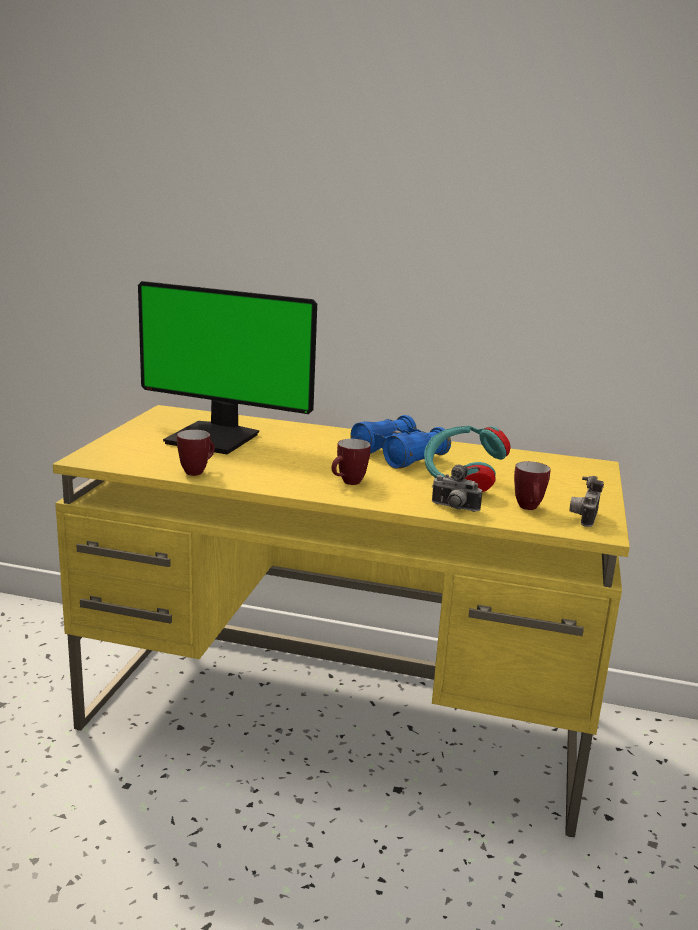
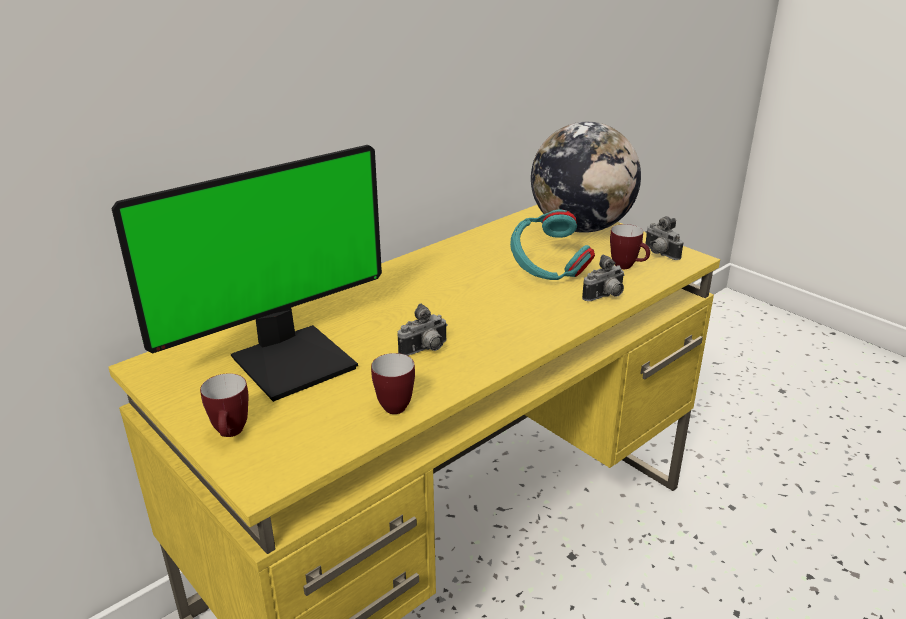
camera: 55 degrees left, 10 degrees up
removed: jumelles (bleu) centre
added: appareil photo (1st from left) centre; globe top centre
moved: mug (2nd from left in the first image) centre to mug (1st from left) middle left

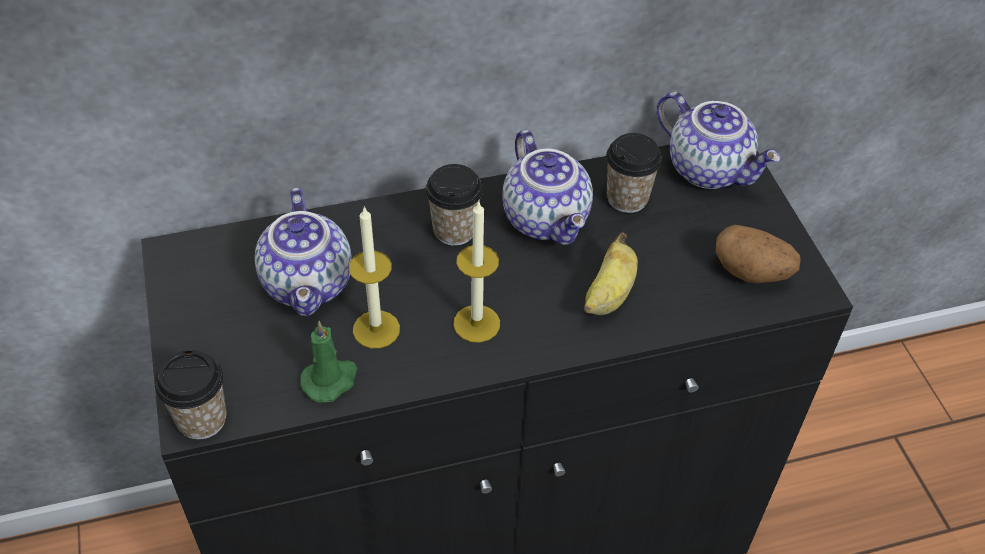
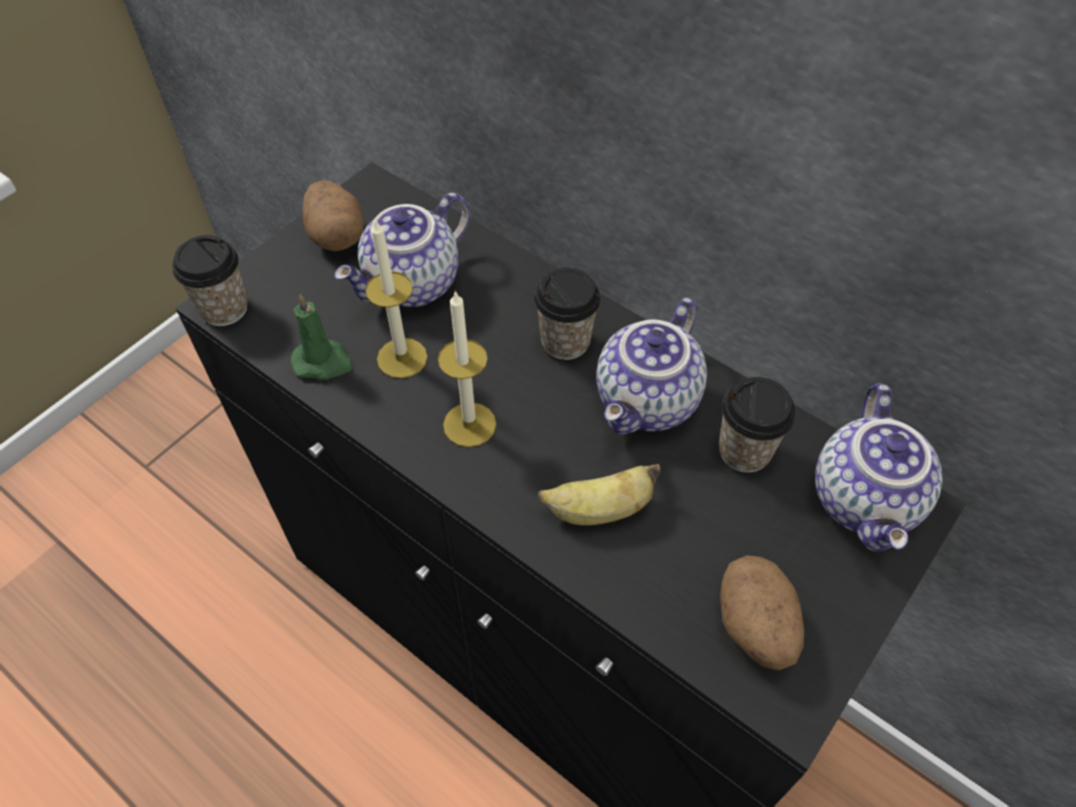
camera: 55 degrees right, 5 degrees up
added: pomme de terre (1st from left) top left

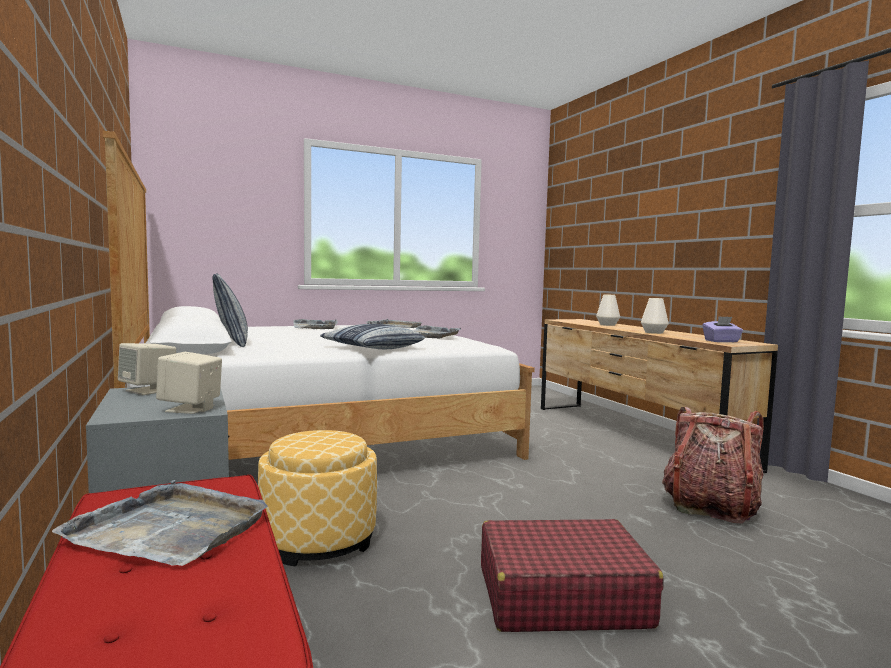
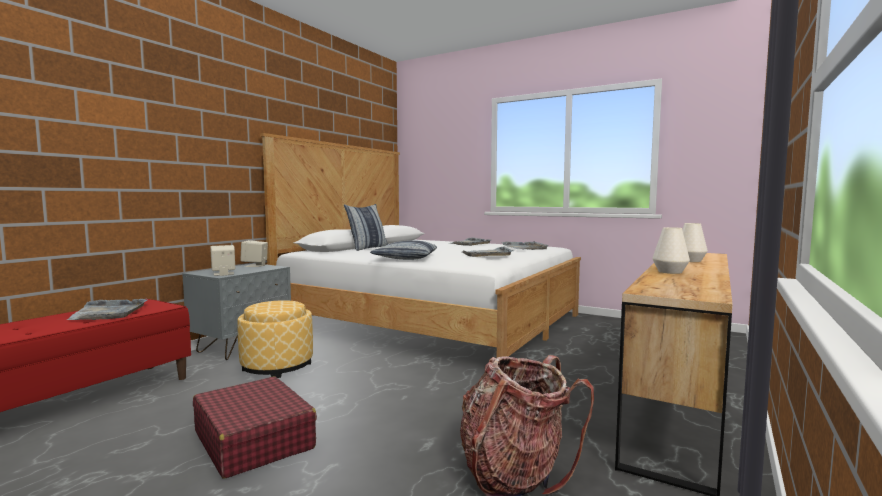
camera: 55 degrees right, 0 degrees up
removed: boîte à mouchoirs (violet) middle right

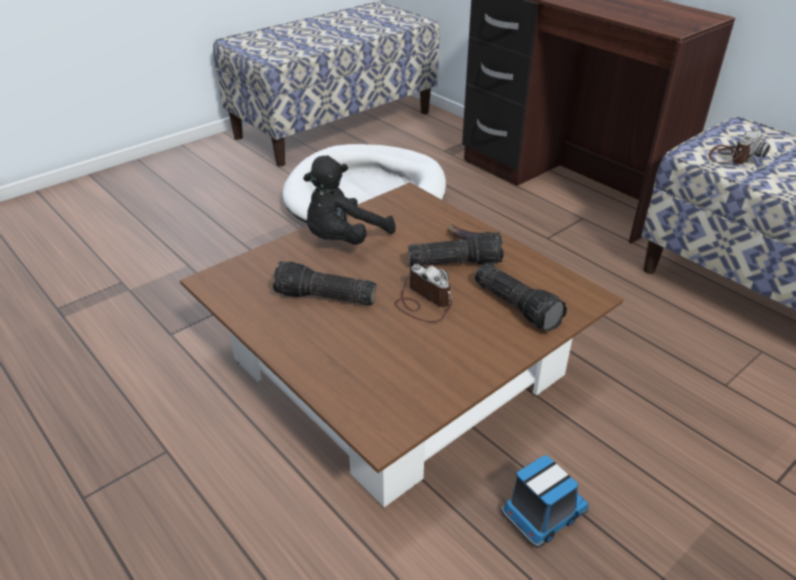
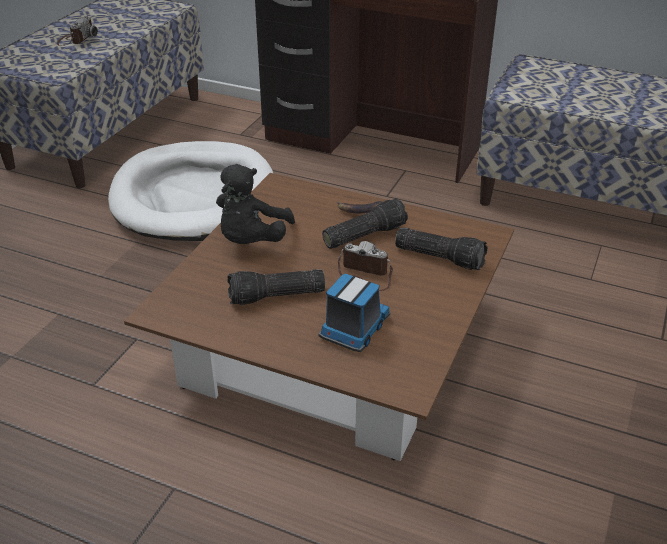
camera: 25 degrees left, 0 degrees up
moved: camion jouet bottom right to centre; appareil photo (2nd from left in the first image) top right to appareil photo (1st from left) top left

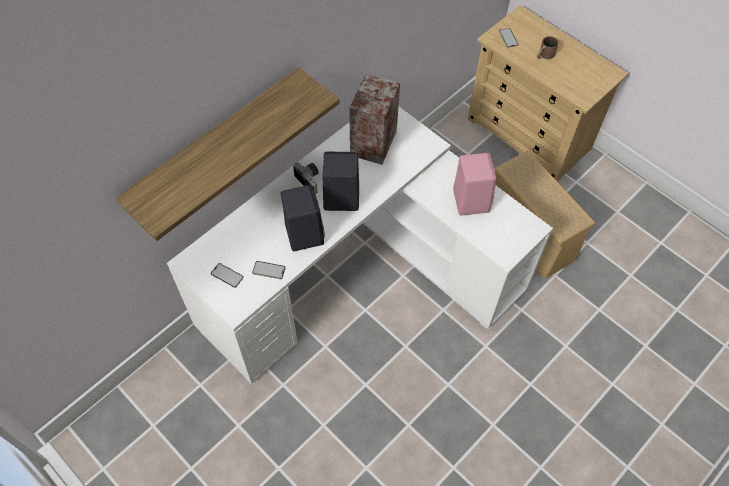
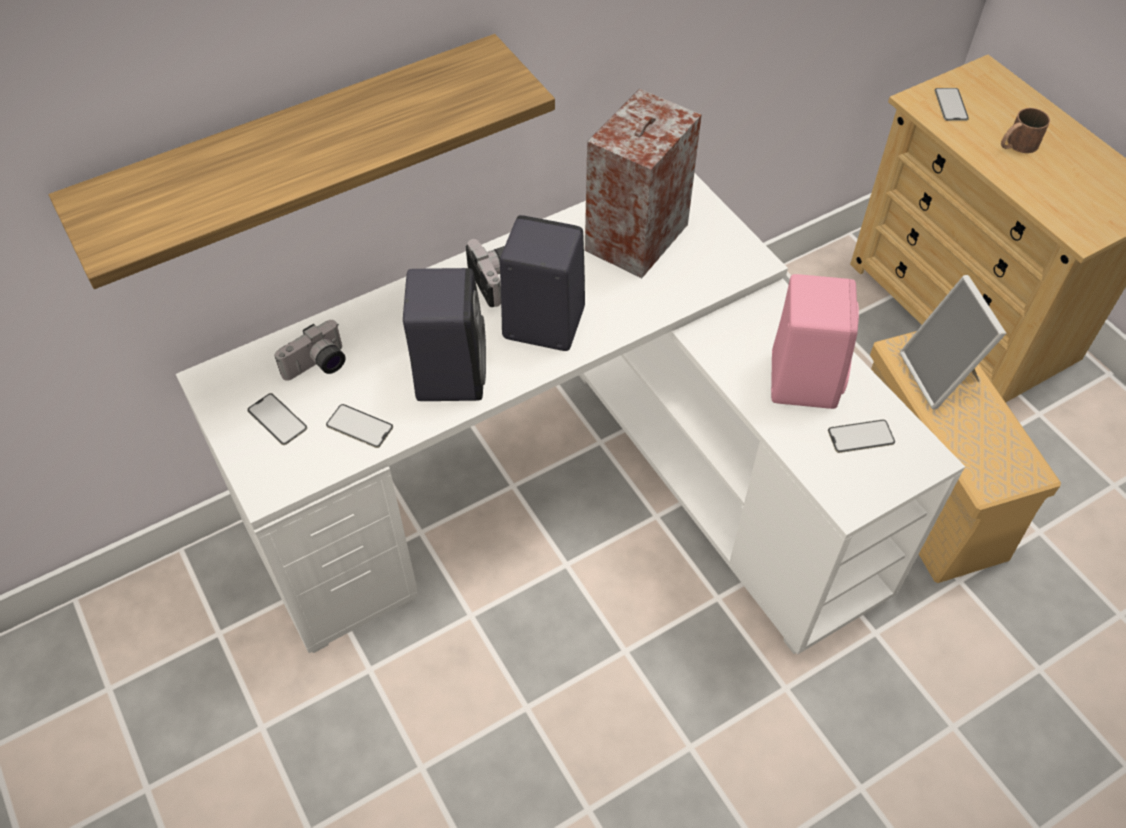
camera: 15 degrees right, 5 degrees down
added: appareil photo (1st from left) middle left; téléphone (3rd from left) middle right; cadre photo middle right

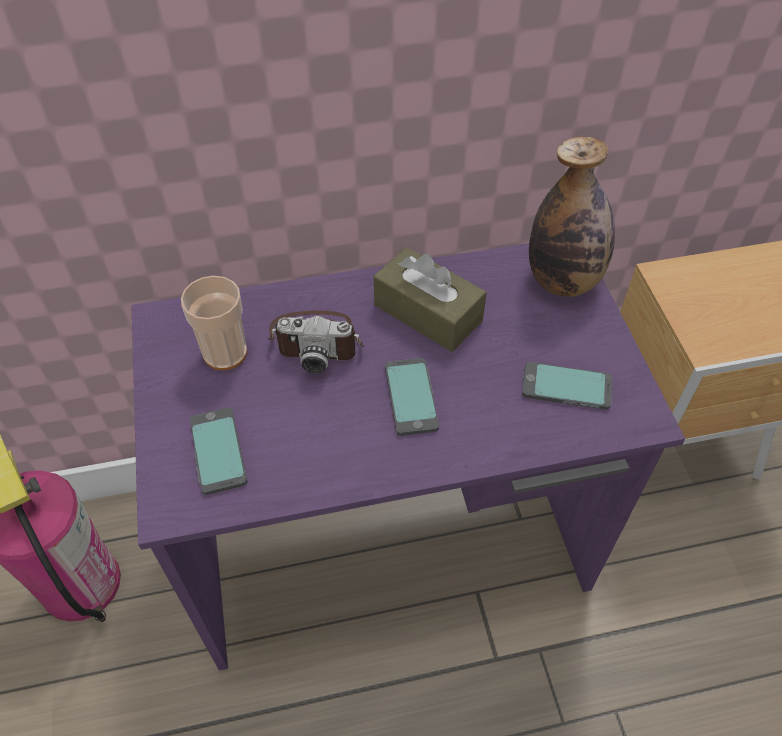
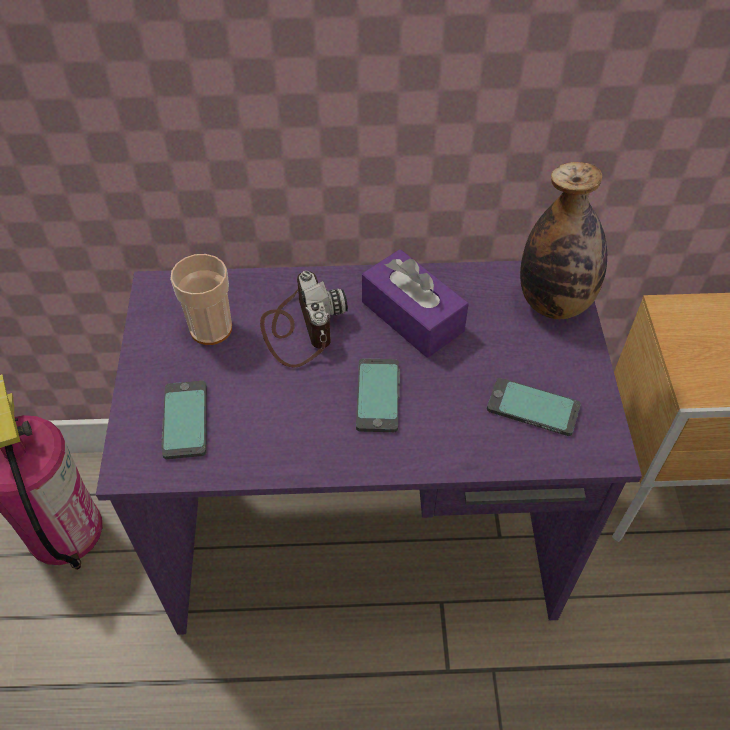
camera: 10 degrees right, 0 degrees up
recoloured: boîte à mouchoirs (marron) centre to boîte à mouchoirs (violet) centre
turned: appareil photo centre = centre 120 degrees counterclockwise

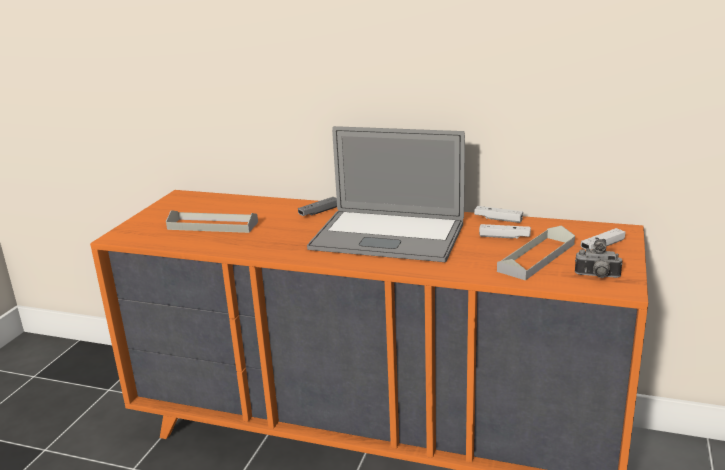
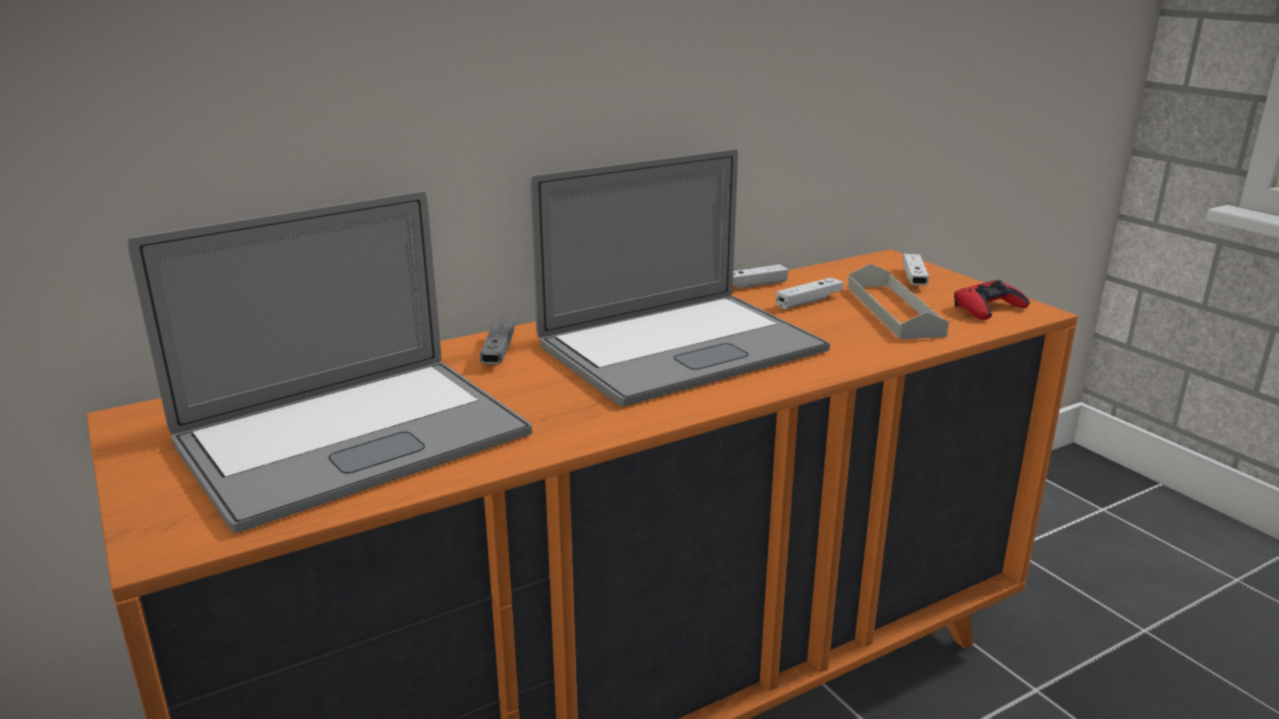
camera: 50 degrees left, 0 degrees up
replaced: plateau (gris) (1st from left) middle left to ordinateur portable (1st from left) middle left; appareil photo middle right to manette (rouge) middle right

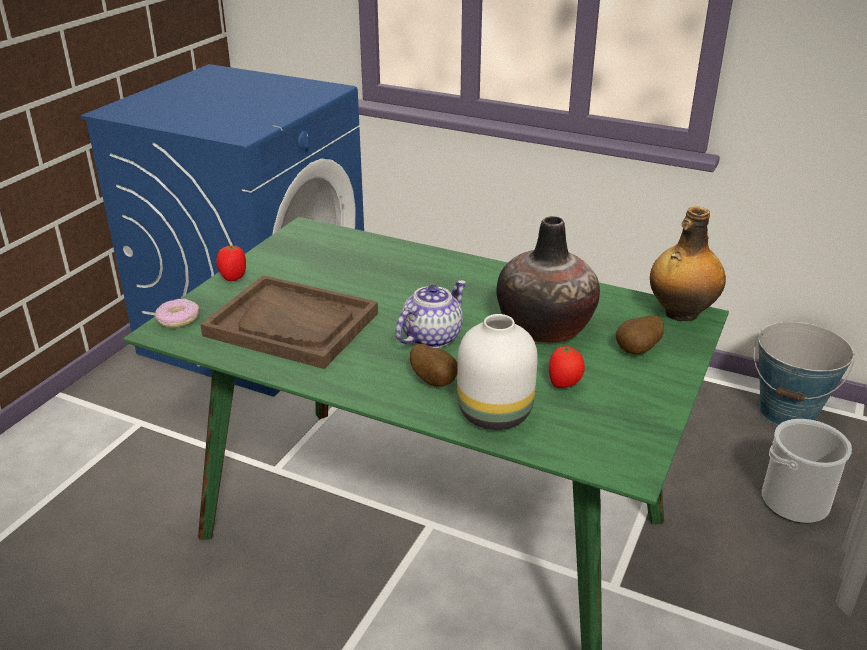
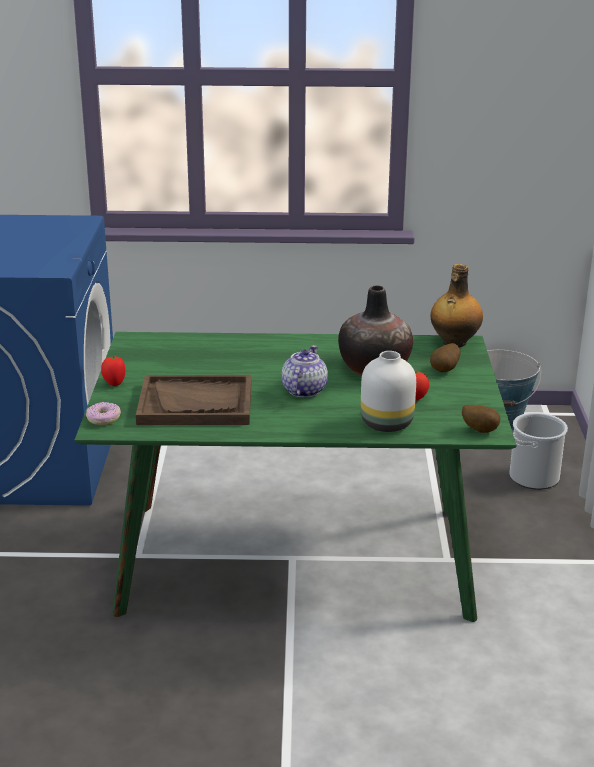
camera: 25 degrees left, 5 degrees down
moved: pomme de terre (1st from left in the first image) centre to pomme de terre (2nd from left) middle right

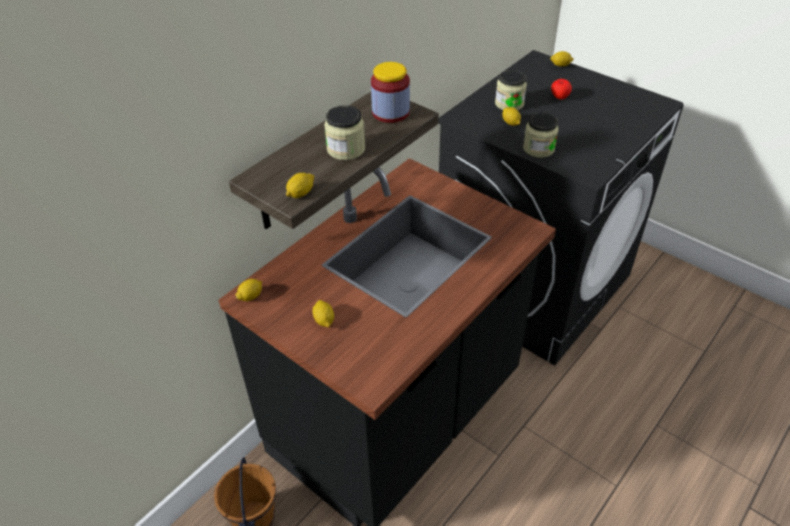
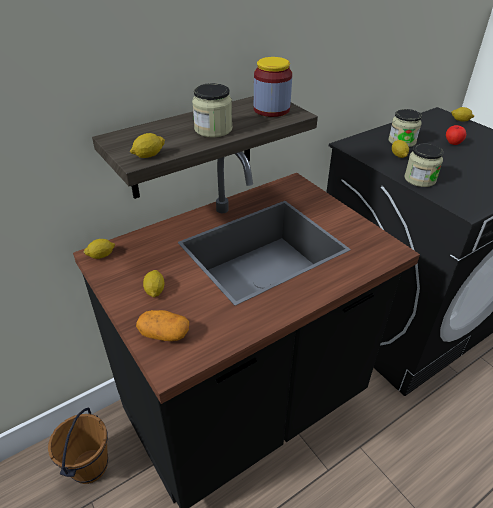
camera: 15 degrees right, 5 degrees down
added: pomme de terre middle left

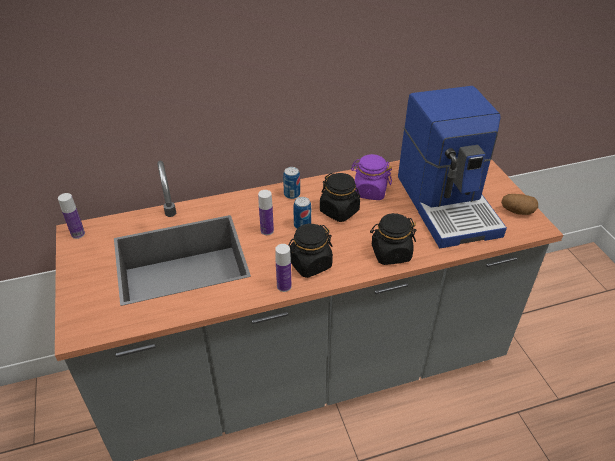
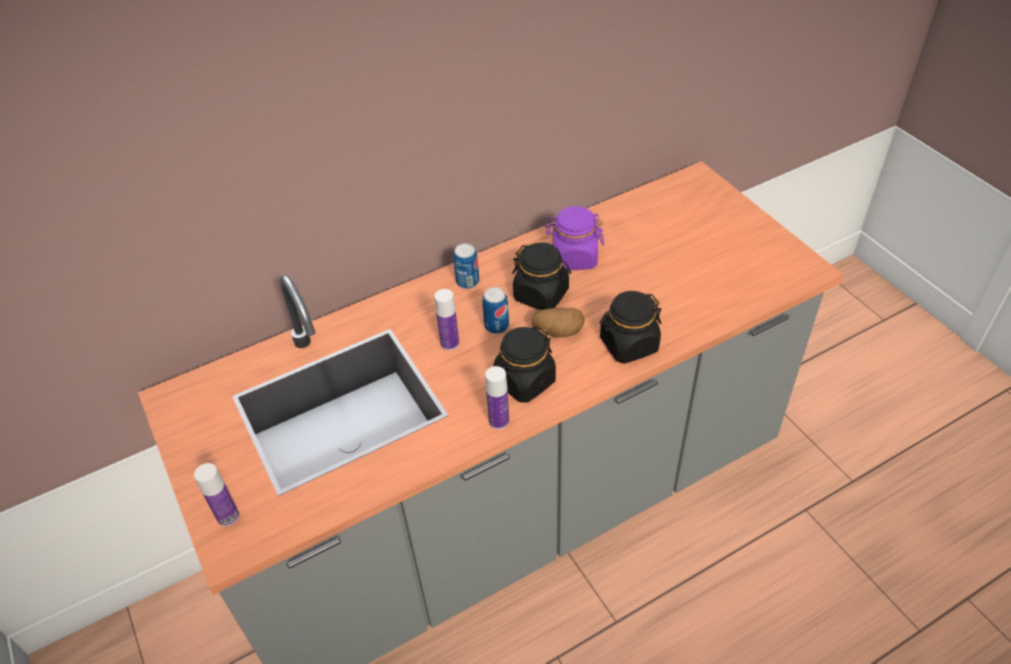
camera: 10 degrees left, 5 degrees up
removed: machine à café middle right
moved: bouteille (1st from left) middle left to bottom left; pomme de terre middle right to centre

